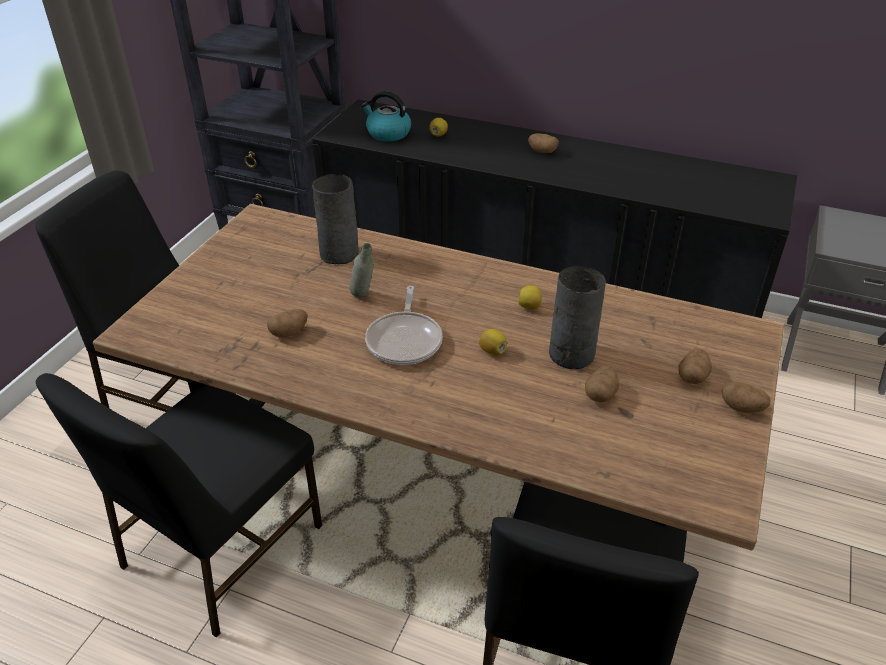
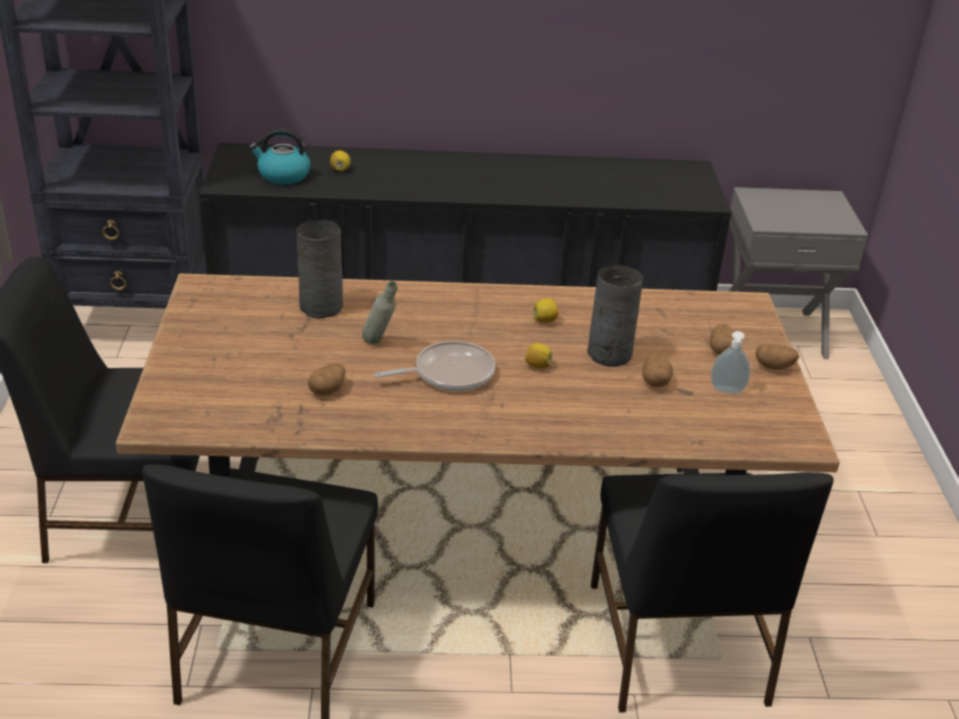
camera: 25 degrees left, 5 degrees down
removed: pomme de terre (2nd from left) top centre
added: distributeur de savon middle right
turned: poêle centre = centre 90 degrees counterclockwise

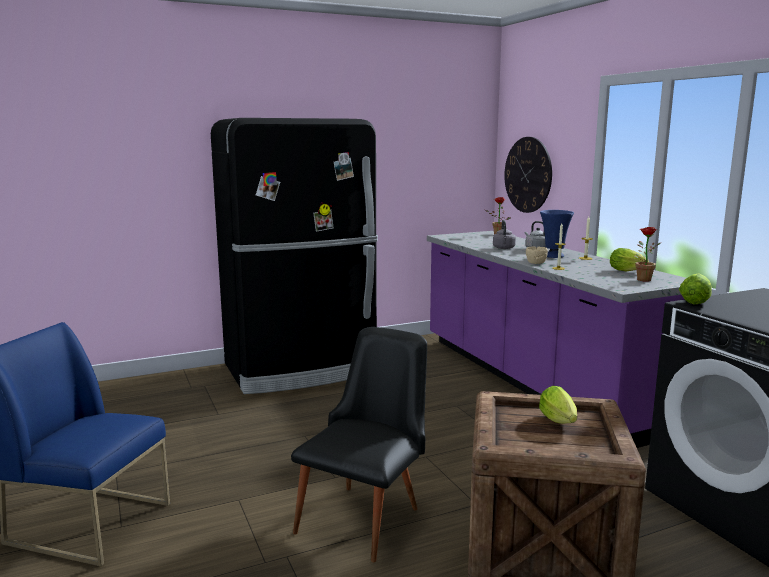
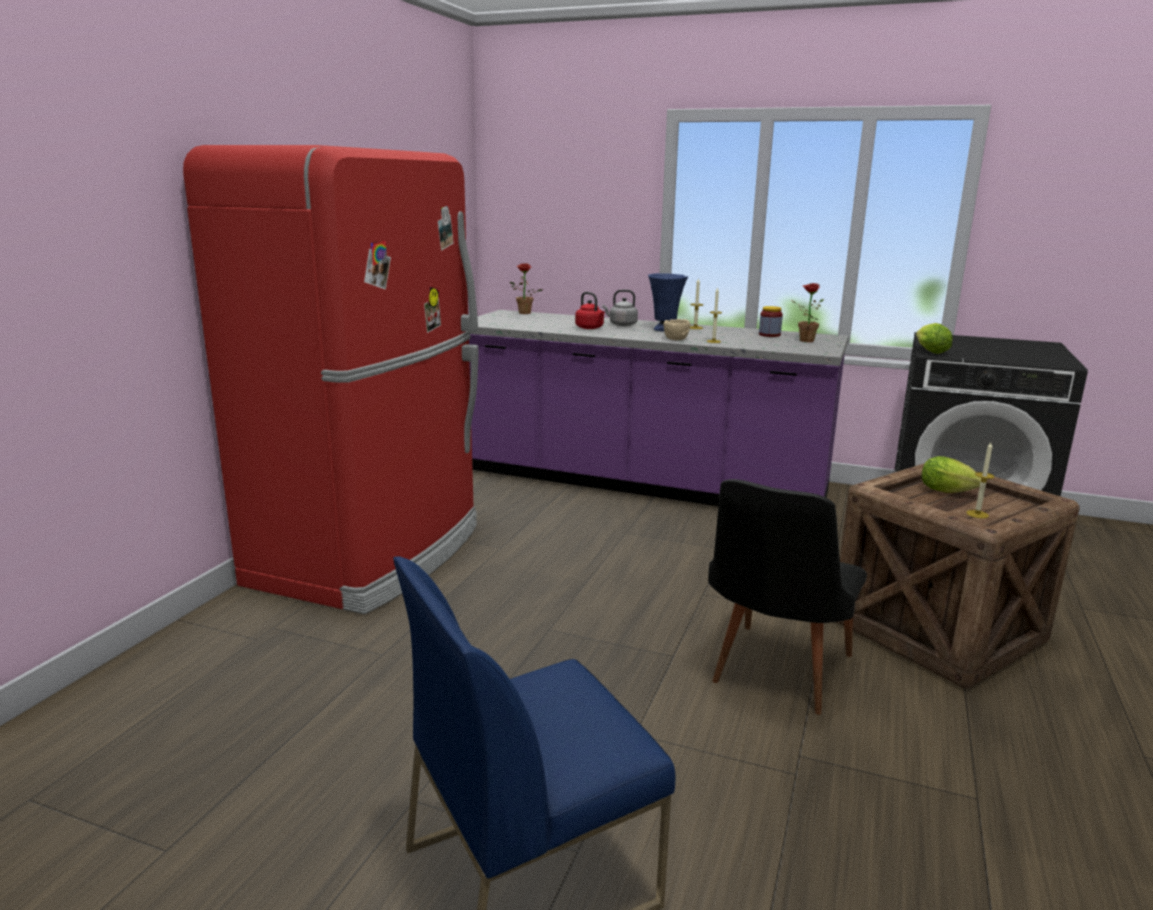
camera: 45 degrees left, 5 degrees up
removed: horloge murale top right
added: bougie (3rd from left) middle right
replaced: laitue (2nd from left) middle right to bocal middle right
recoloured: réfrigérateur (noir) centre to réfrigérateur (rouge) middle left; bouilloire (gris) (1st from left) centre to bouilloire (rouge) centre
turned: chaise (noir) bottom centre = middle right 135 degrees counterclockwise

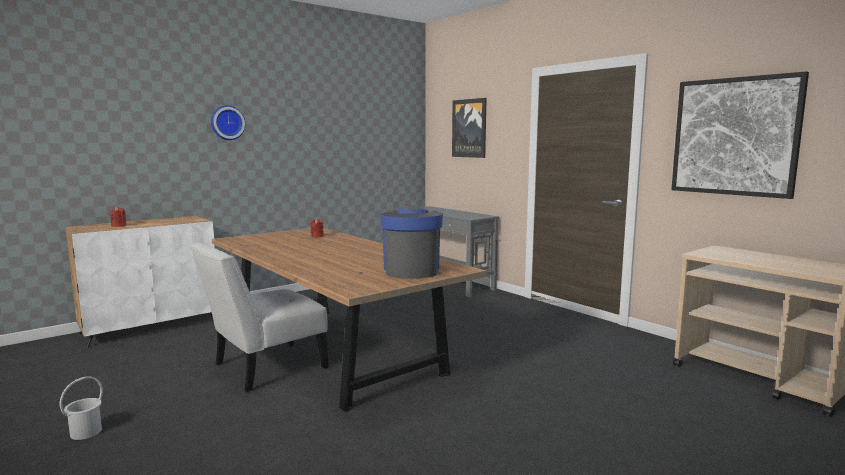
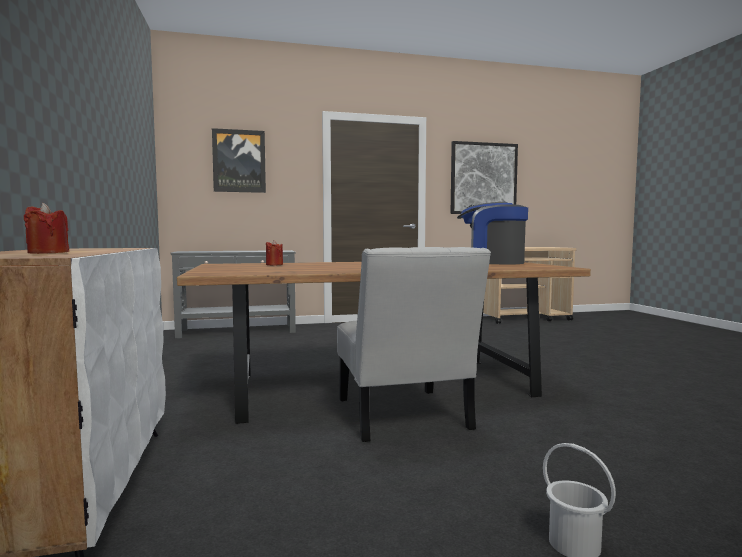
camera: 65 degrees left, 5 degrees down
removed: horloge murale top left

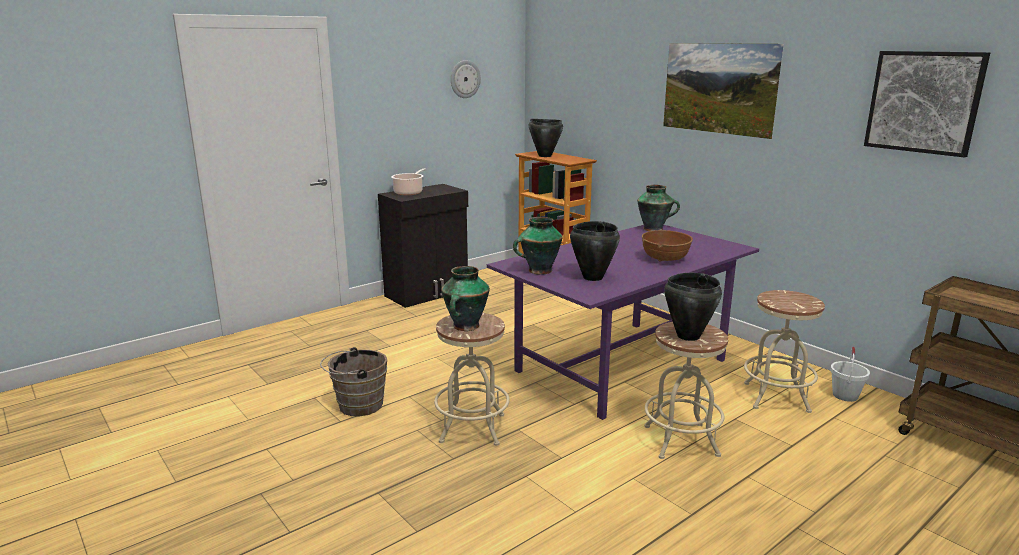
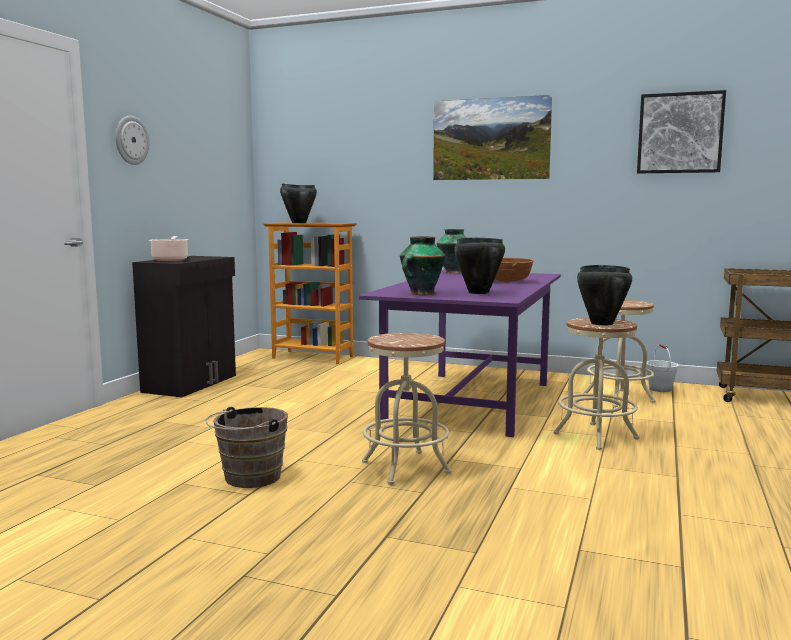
camera: 30 degrees left, 10 degrees down
removed: vase (1st from left) centre
moved: horloge murale top centre to top left

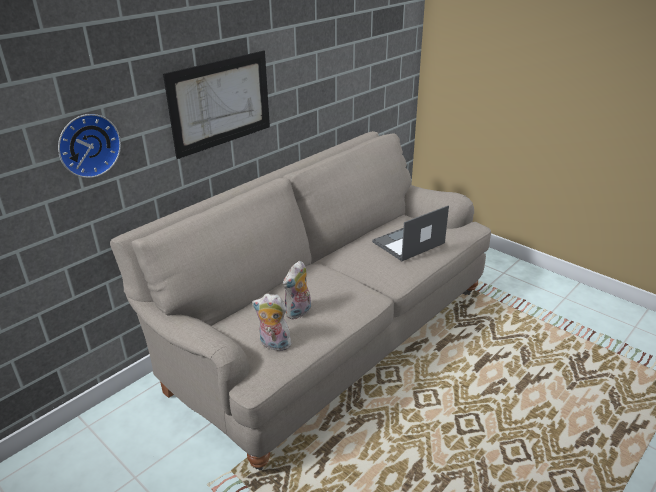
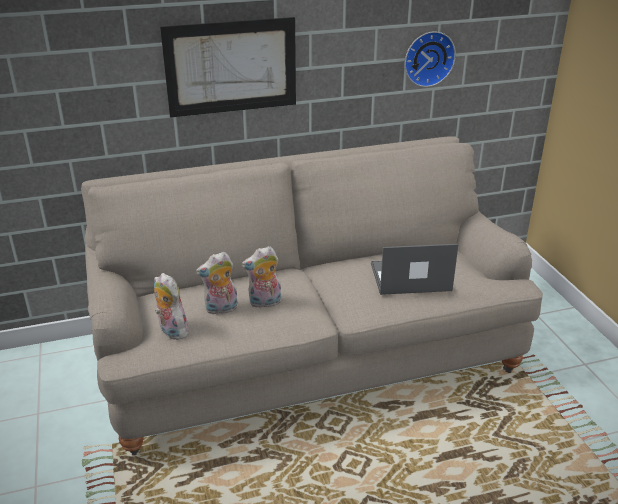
camera: 30 degrees right, 0 degrees up
added: peluche (3rd from left) centre
moved: horloge murale top left to top right

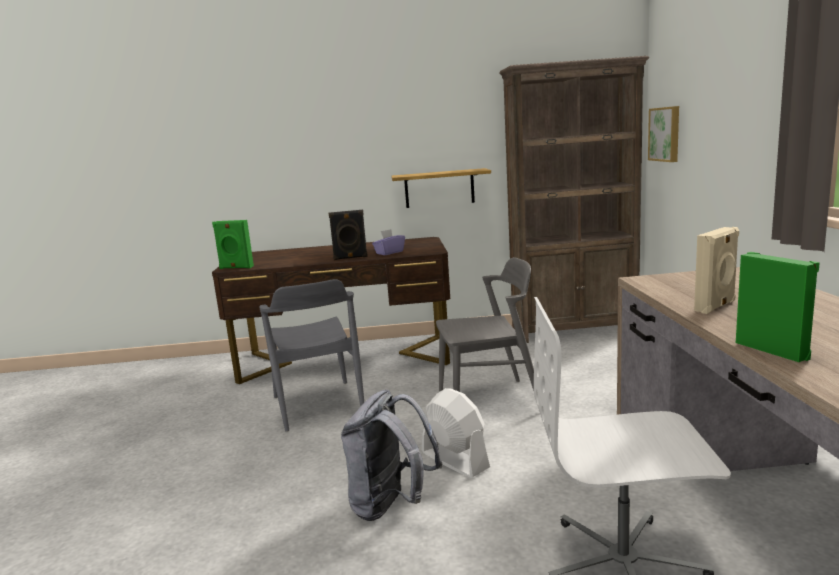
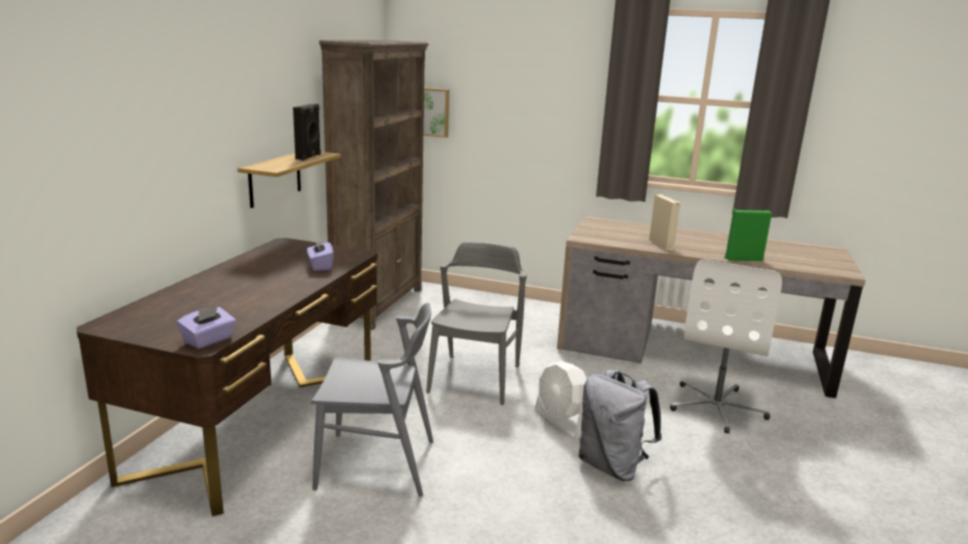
camera: 70 degrees left, 5 degrees up
moved: enceinte (noir) centre to top left
replaced: enceinte (vert) (1st from left) middle left to boîte à mouchoirs (violet) (1st from left) middle left
turned: ventilateur (blanc) bottom centre = bottom centre 105 degrees counterclockwise

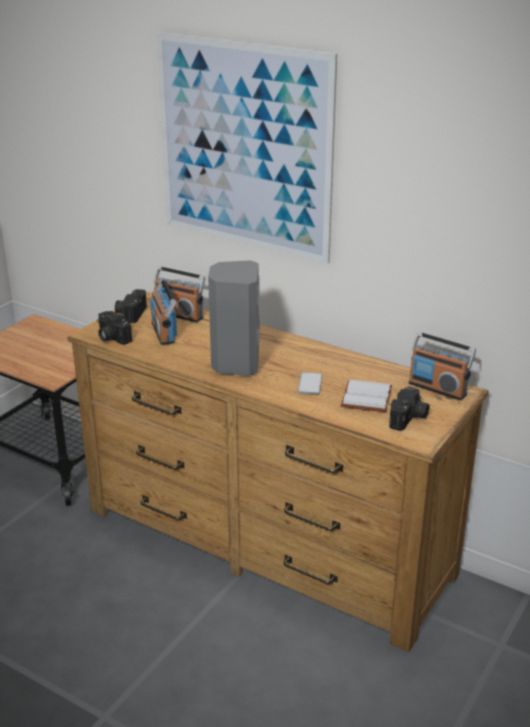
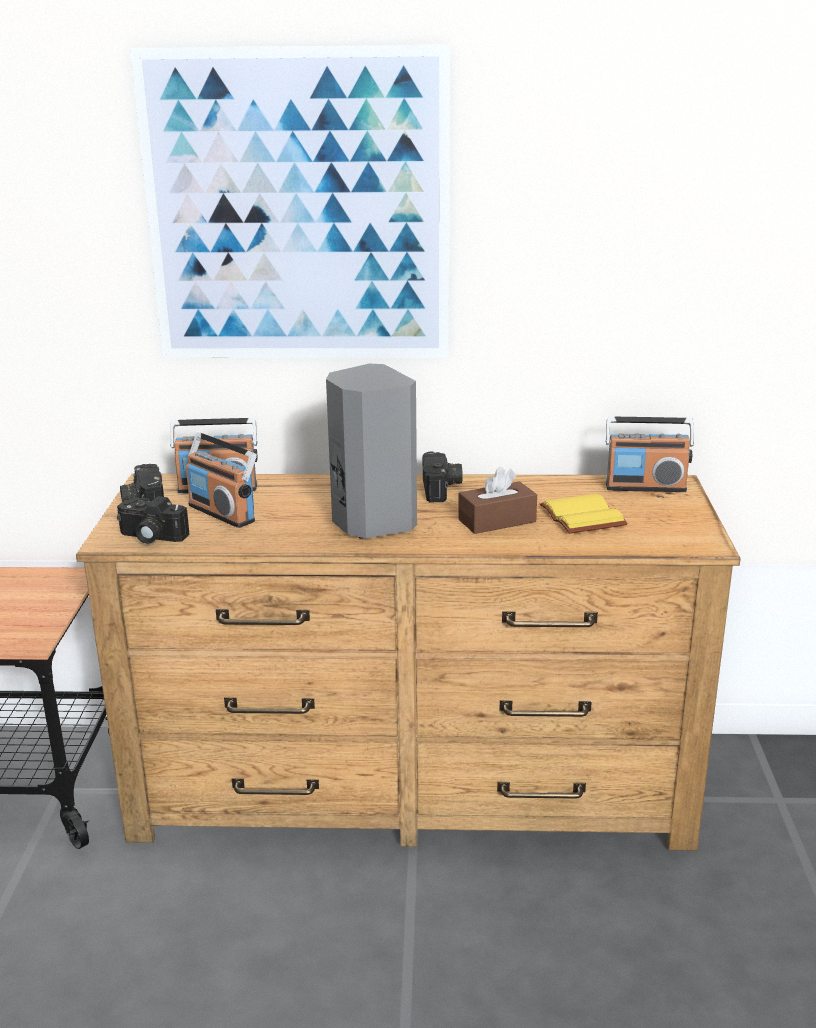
camera: 30 degrees left, 5 degrees down
moved: appareil photo (3rd from left) middle right to centre
replaced: téléphone centre to boîte à mouchoirs (marron) centre
recoloured: livre (blanc) middle right to livre (jaune) middle right

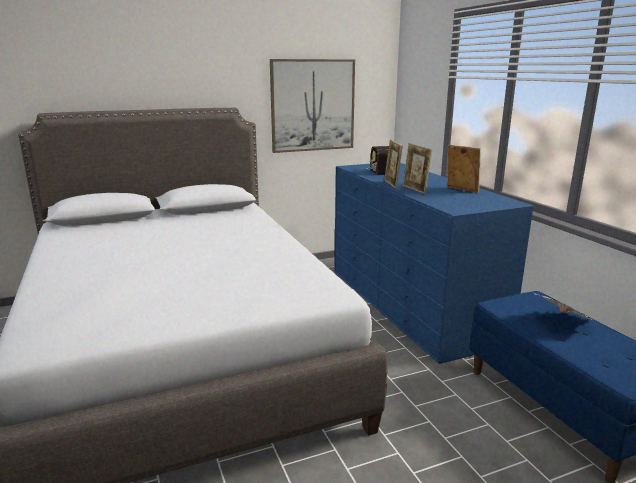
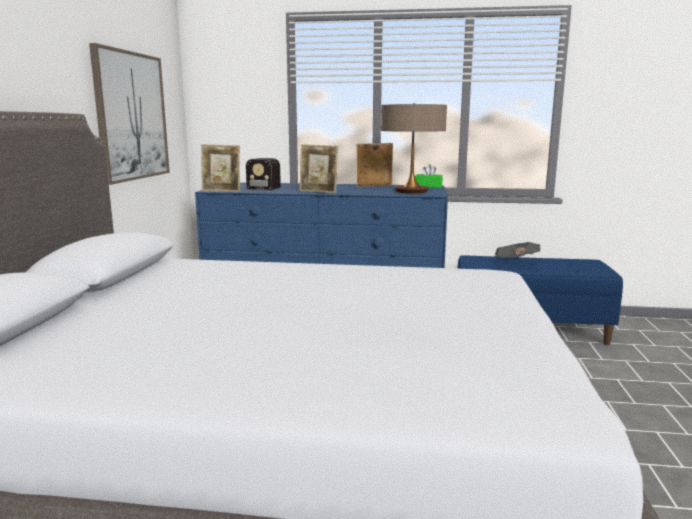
camera: 60 degrees left, 5 degrees down
added: lampe de table top centre; boîte à mouchoirs (vert) centre
moved: cadre photo (2nd from left in the first image) centre to cadre photo (1st from left) top left

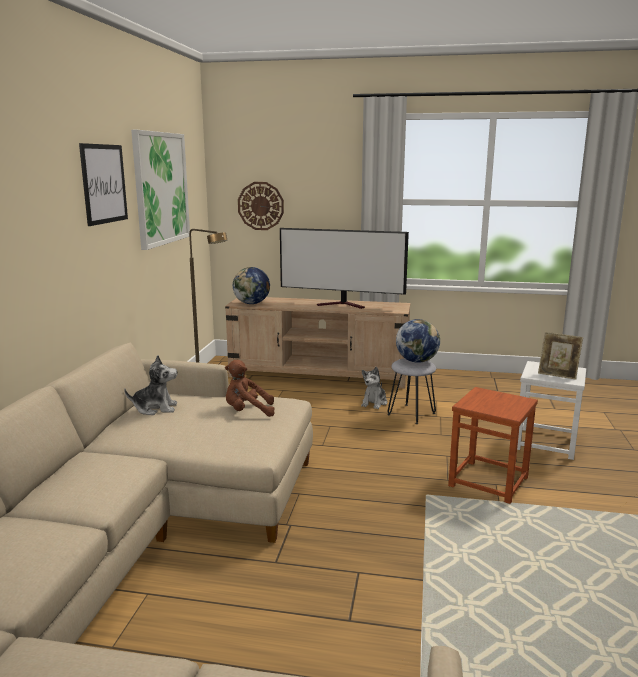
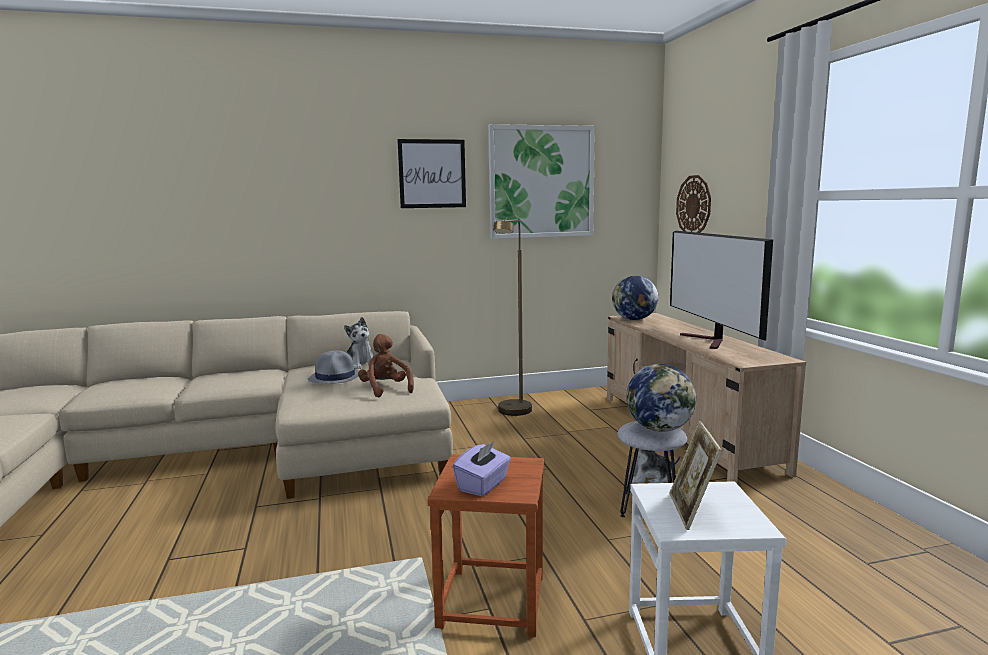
camera: 65 degrees right, 5 degrees down
added: chapeau (gris) centre; boîte à mouchoirs (violet) bottom centre

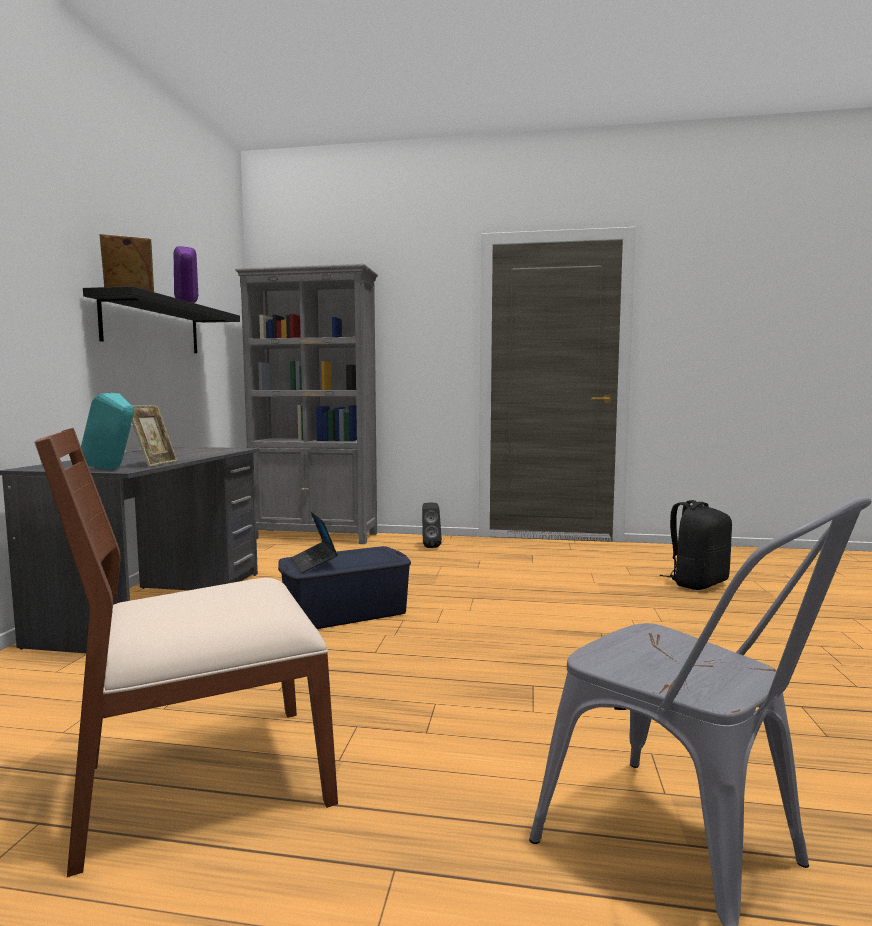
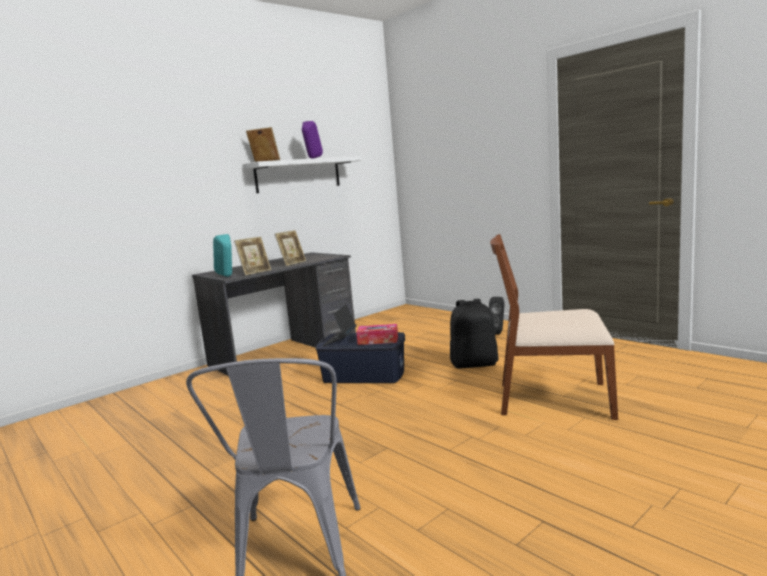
camera: 40 degrees right, 5 degrees up
removed: bibliothèque (gris) centre
added: cadre photo (3rd from left) centre; boîte à mouchoirs centre
moved: chaise (marron) bottom left to middle right; sac à dos (noir) middle right to centre
recoloured: étagère (noir) middle left to étagère (blanc) top centre

